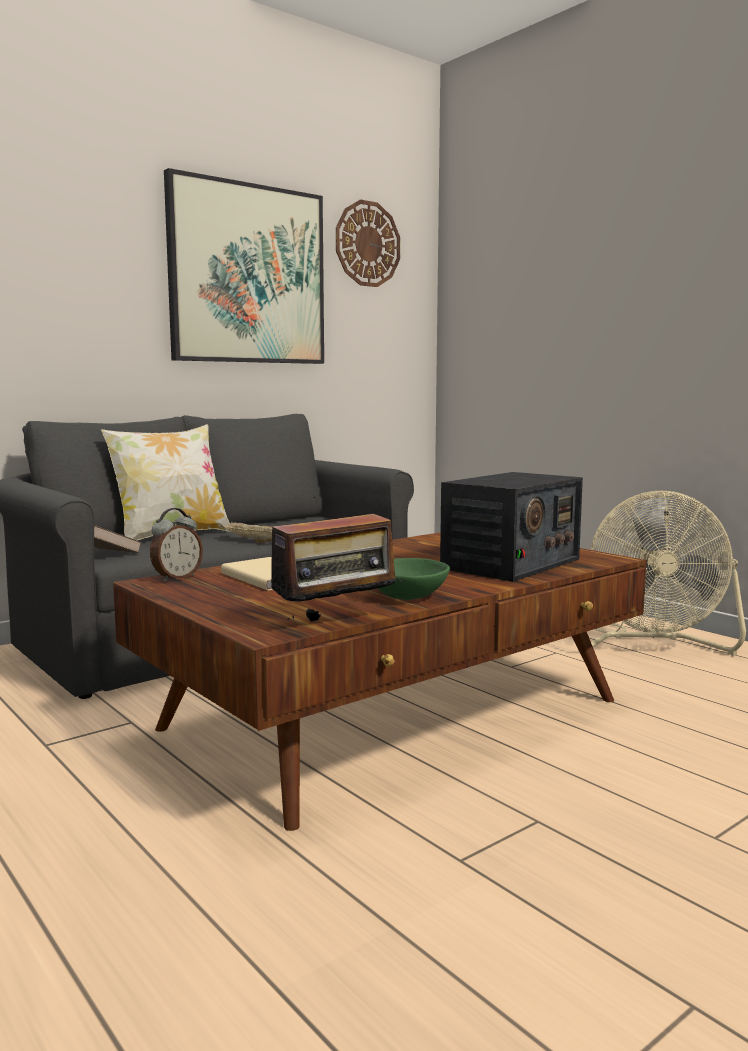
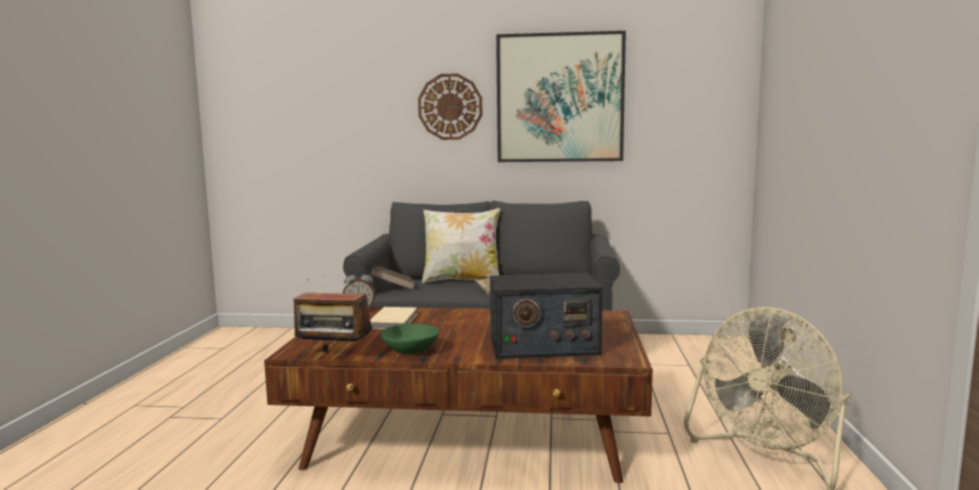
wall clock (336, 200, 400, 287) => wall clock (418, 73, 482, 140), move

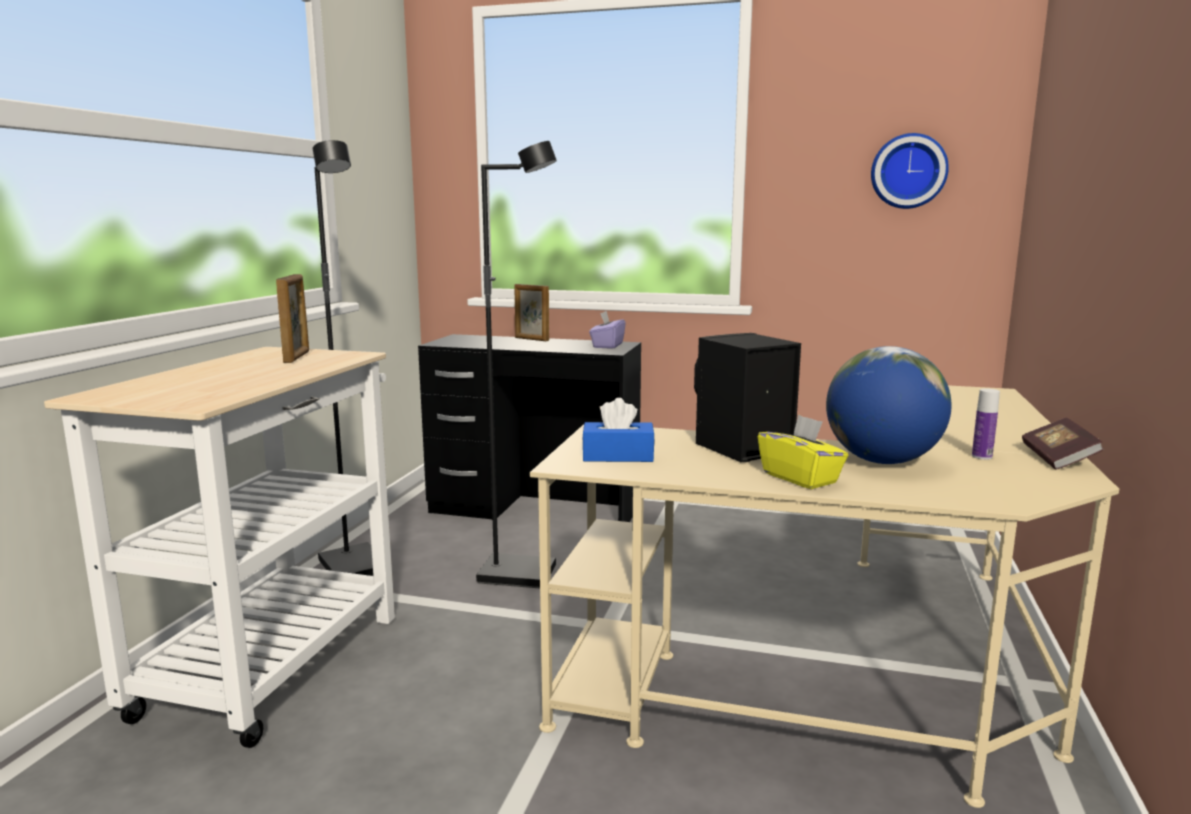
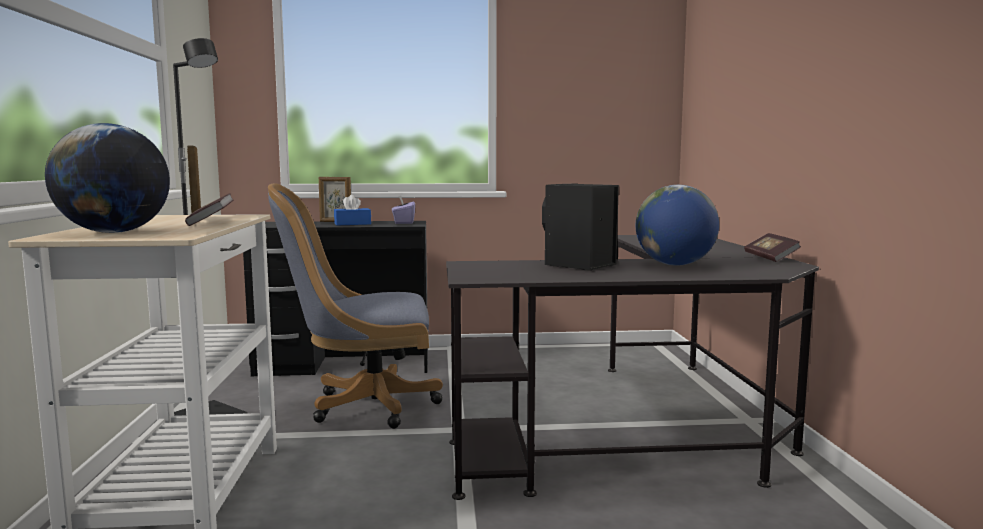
nothing => globe (45, 123, 170, 233)
nothing => book (185, 193, 234, 226)
black floor lamp (476, 141, 557, 589) => blue office chair (268, 183, 443, 429)
blue tissue box (582, 398, 655, 462) => blue tissue box (334, 195, 371, 225), move
beige desk (530, 385, 1119, 808) => black desk (446, 235, 819, 500)
yellow tissue box (758, 414, 848, 489) => nothing
wall clock (871, 133, 949, 209) => nothing
bottle (972, 388, 1000, 460) => nothing

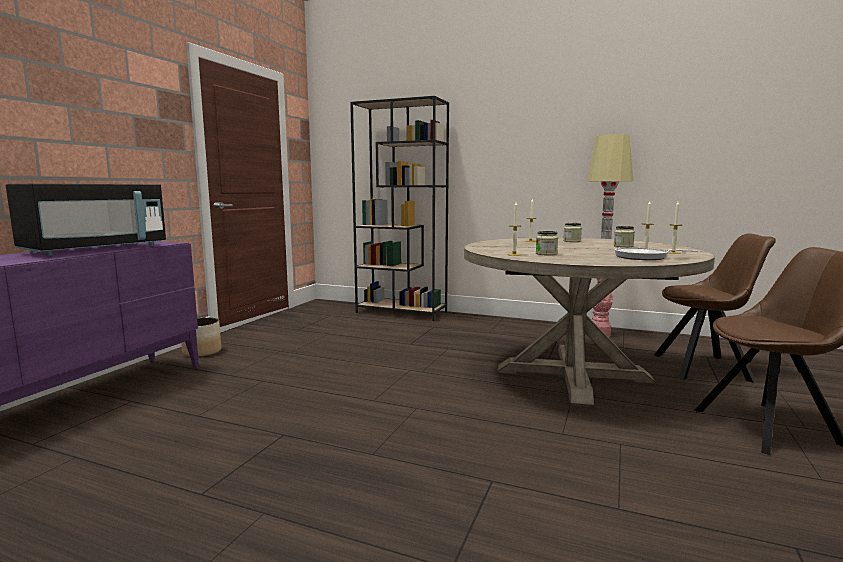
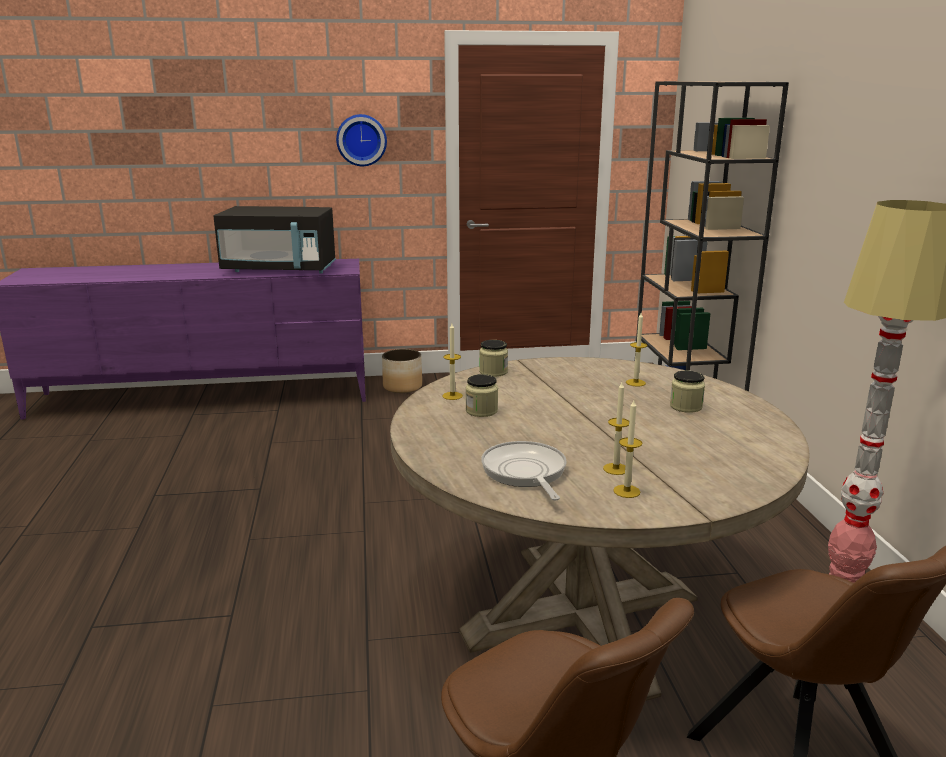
nothing => wall clock (336, 114, 387, 166)
jar (614, 226, 635, 247) => jar (479, 340, 508, 377), move

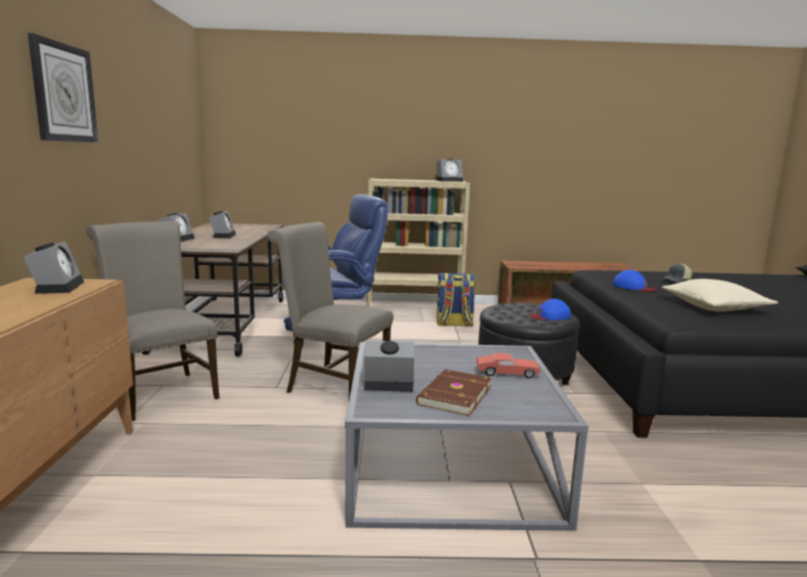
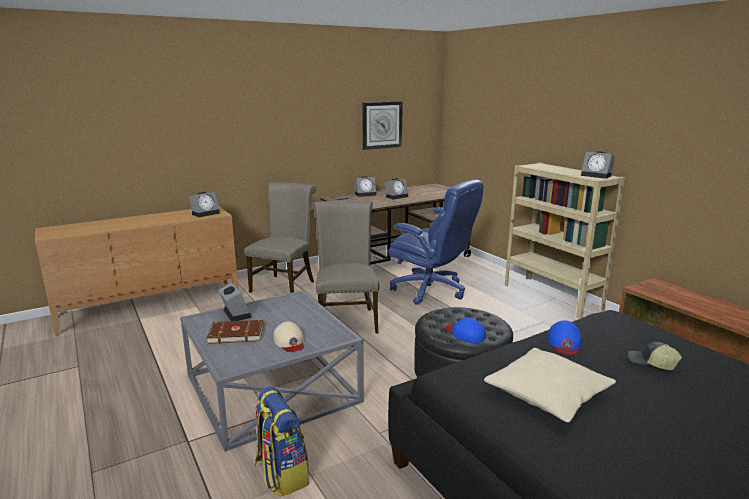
backpack (437, 273, 476, 326) => backpack (255, 386, 309, 497), move
red toy car (476, 353, 540, 378) => beige cap (274, 321, 304, 352)
wall clock (28, 33, 98, 143) => wall clock (362, 101, 403, 150), move

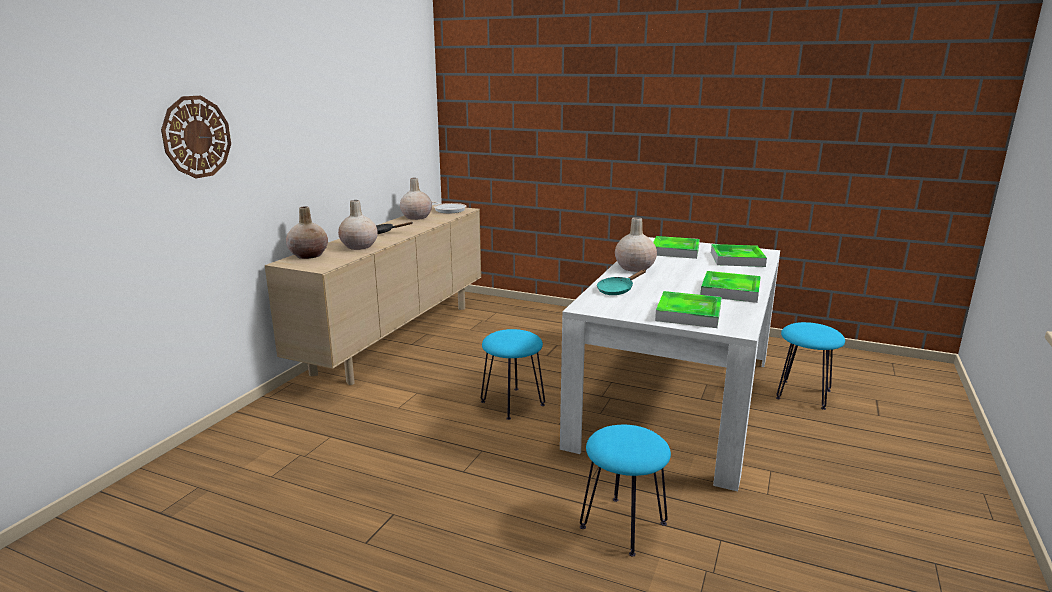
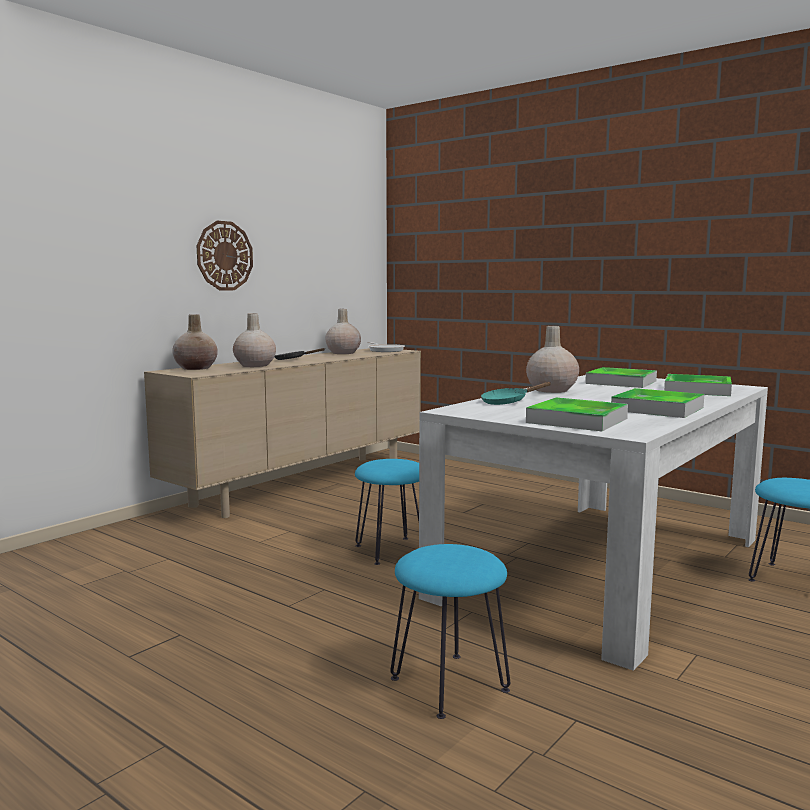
wall clock (161, 96, 231, 178) => wall clock (197, 221, 253, 290), move

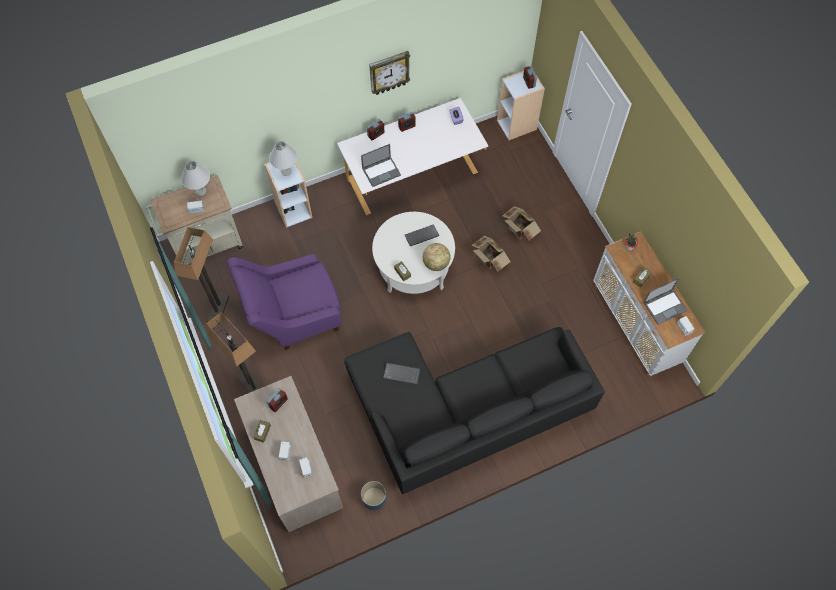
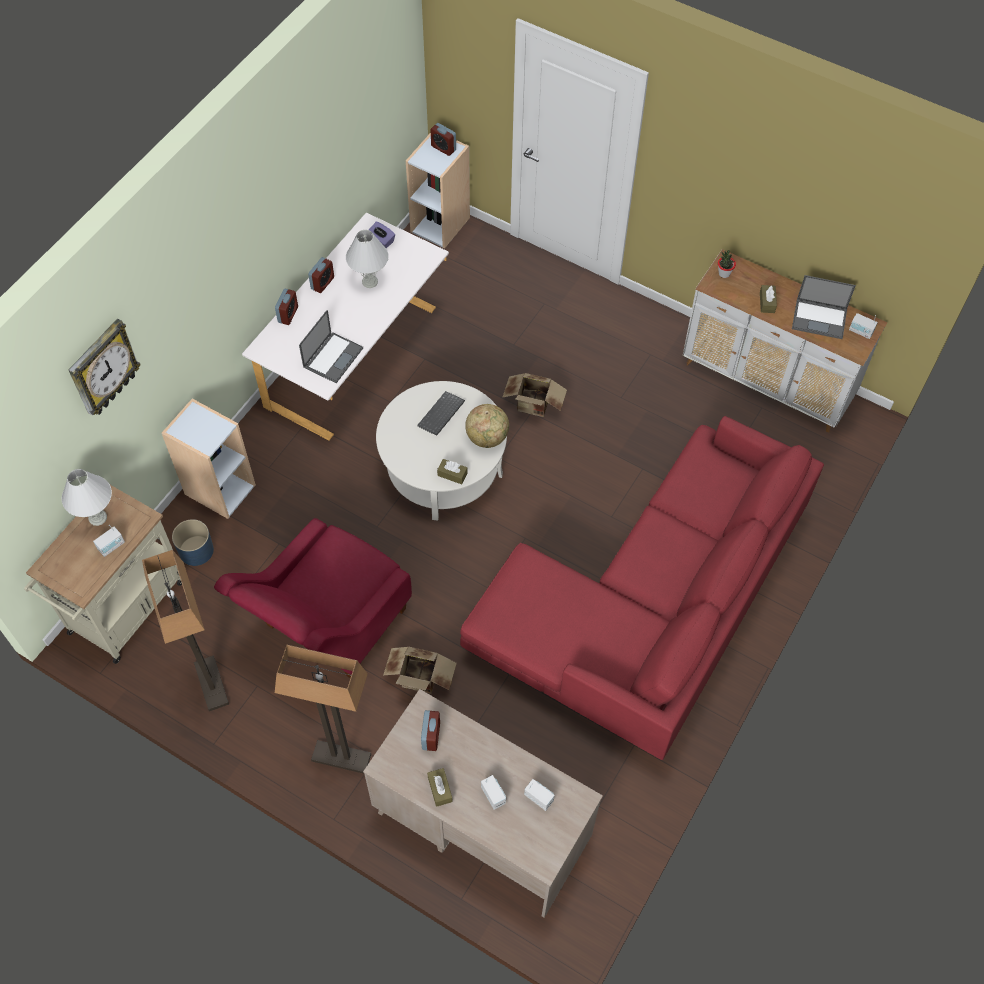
wall clock (369, 51, 410, 95) => wall clock (69, 319, 140, 415), move
blue planter (361, 481, 386, 511) => blue planter (172, 519, 214, 566), move
purple armchair (226, 254, 342, 350) => red armchair (214, 518, 412, 678)
white table lamp (269, 141, 297, 176) => white table lamp (346, 230, 389, 288), move
cardboard box (503, 206, 541, 241) => cardboard box (384, 646, 457, 694), move
black sofa (344, 327, 605, 494) => red sofa (460, 416, 824, 760)
laptop (644, 278, 688, 325) => laptop (792, 275, 856, 339), 75 degrees clockwise
keyboard (383, 363, 420, 384) => nothing

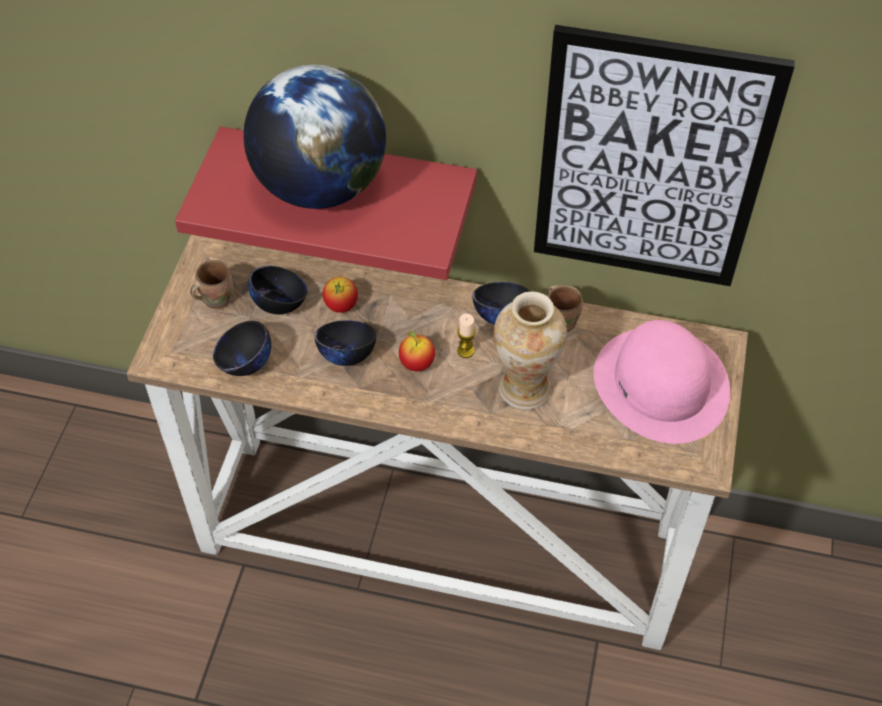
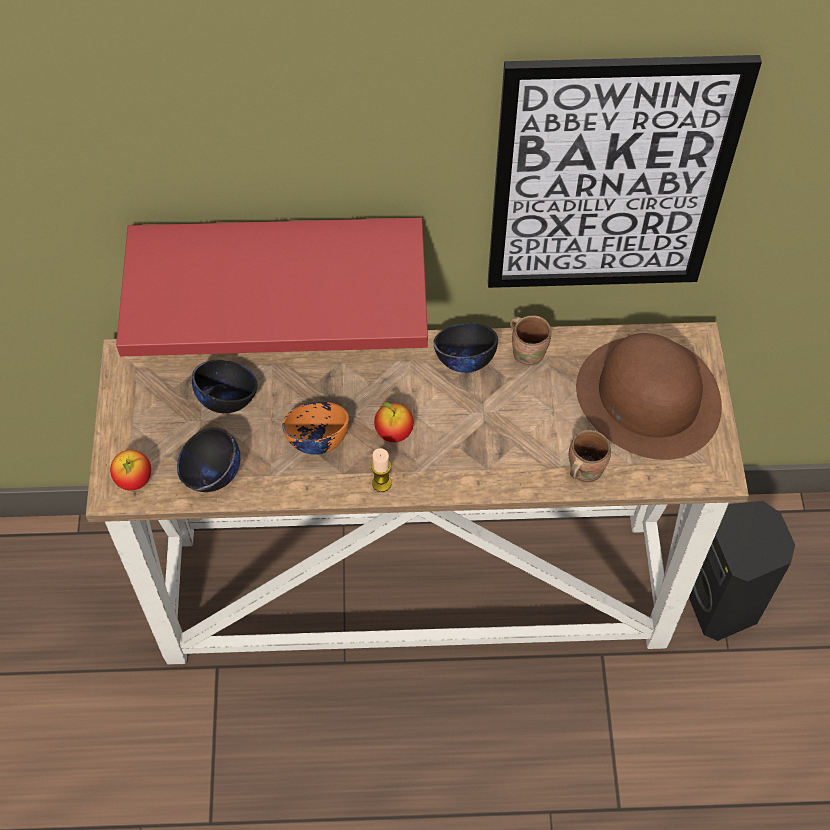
apple (323, 276, 358, 313) => apple (110, 450, 151, 491), move
black bowl (315, 320, 376, 366) => orange bowl (282, 402, 349, 455)
candle (457, 313, 476, 358) => candle (371, 448, 392, 492), move
brown mug (190, 260, 233, 310) => brown mug (569, 430, 611, 483), move
pink hat (594, 320, 730, 444) => brown hat (576, 333, 722, 460)
nothing => black speaker (689, 501, 795, 641)
globe (243, 65, 386, 209) => nothing
vase (494, 292, 567, 410) => nothing

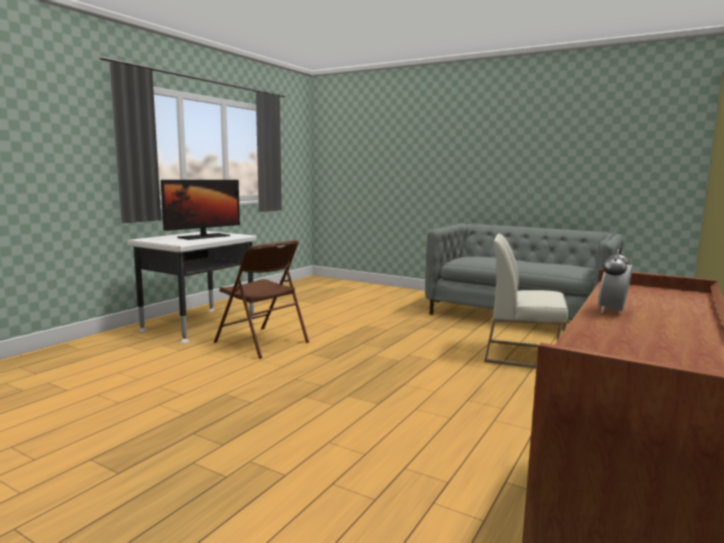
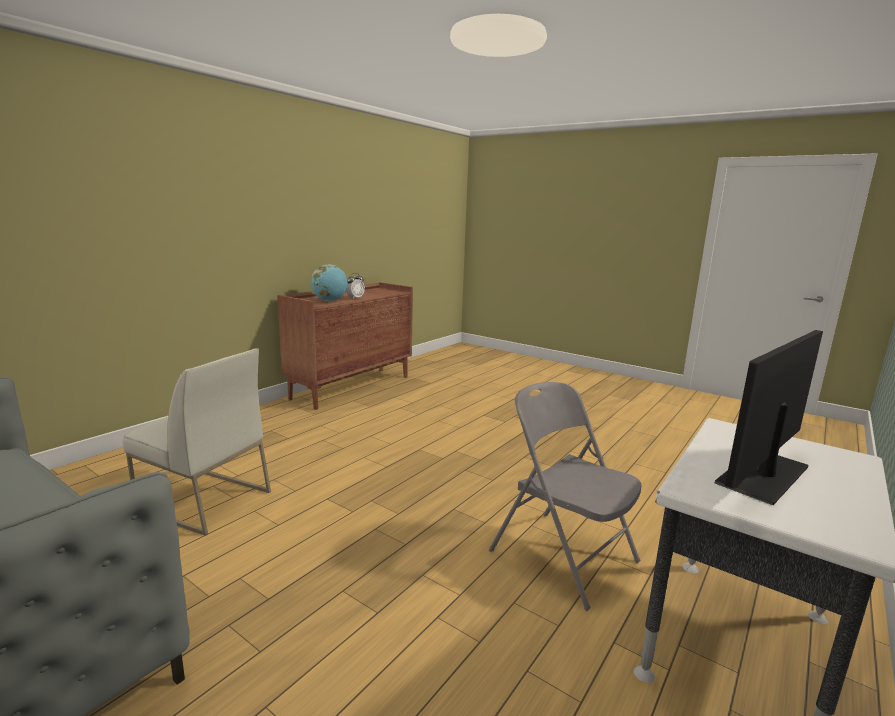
nothing => globe (311, 264, 347, 301)
brown chair (214, 240, 309, 359) => grey chair (489, 382, 641, 611)

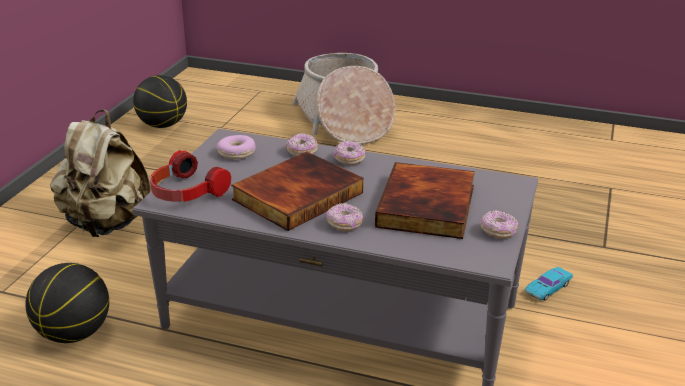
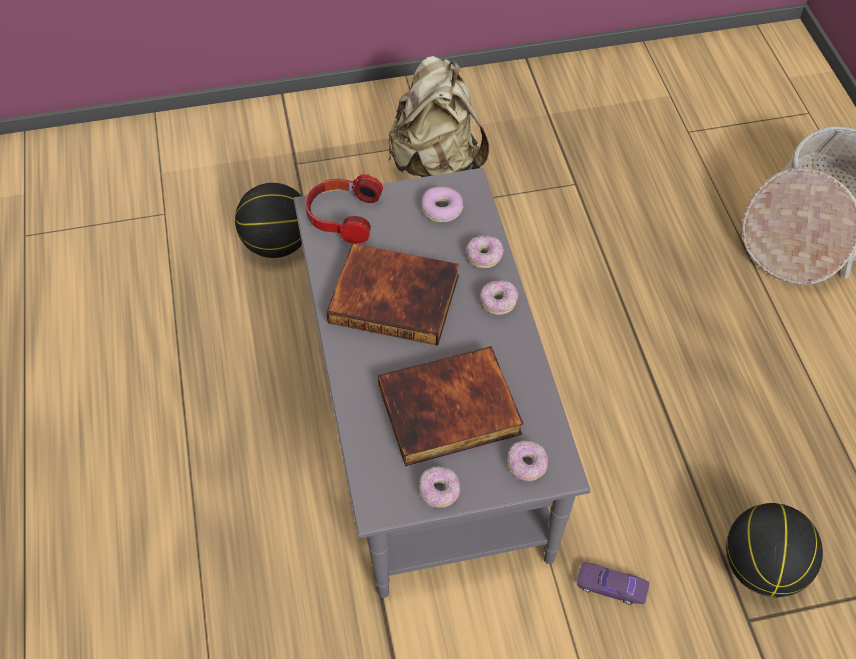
donut (326, 203, 363, 231) => donut (507, 440, 548, 481), move
turquoise toy car (525, 267, 573, 301) => purple toy car (577, 562, 650, 605)
basketball (133, 75, 187, 128) => basketball (726, 503, 823, 598), move

